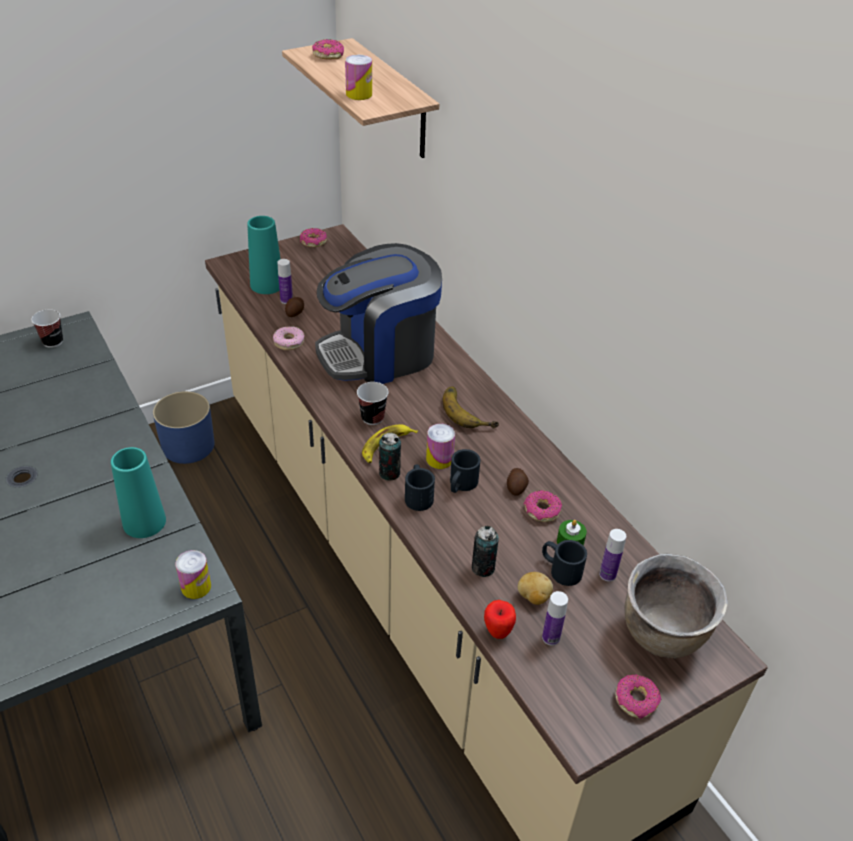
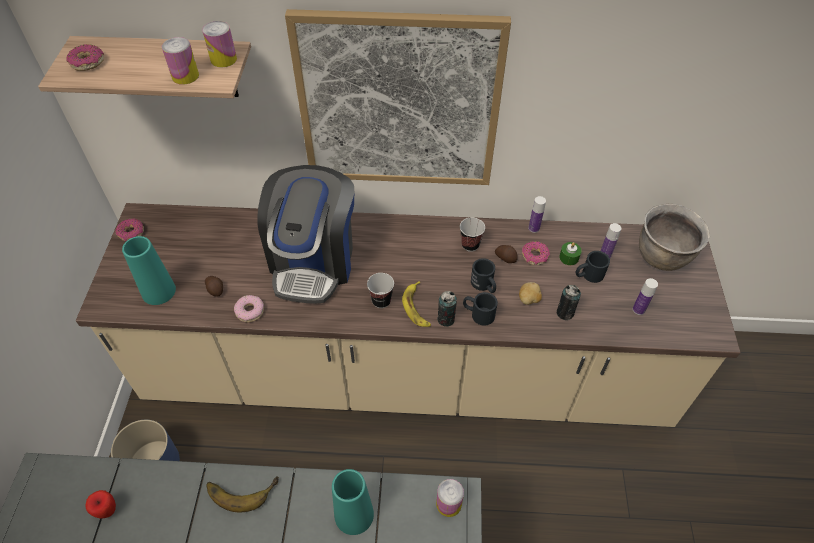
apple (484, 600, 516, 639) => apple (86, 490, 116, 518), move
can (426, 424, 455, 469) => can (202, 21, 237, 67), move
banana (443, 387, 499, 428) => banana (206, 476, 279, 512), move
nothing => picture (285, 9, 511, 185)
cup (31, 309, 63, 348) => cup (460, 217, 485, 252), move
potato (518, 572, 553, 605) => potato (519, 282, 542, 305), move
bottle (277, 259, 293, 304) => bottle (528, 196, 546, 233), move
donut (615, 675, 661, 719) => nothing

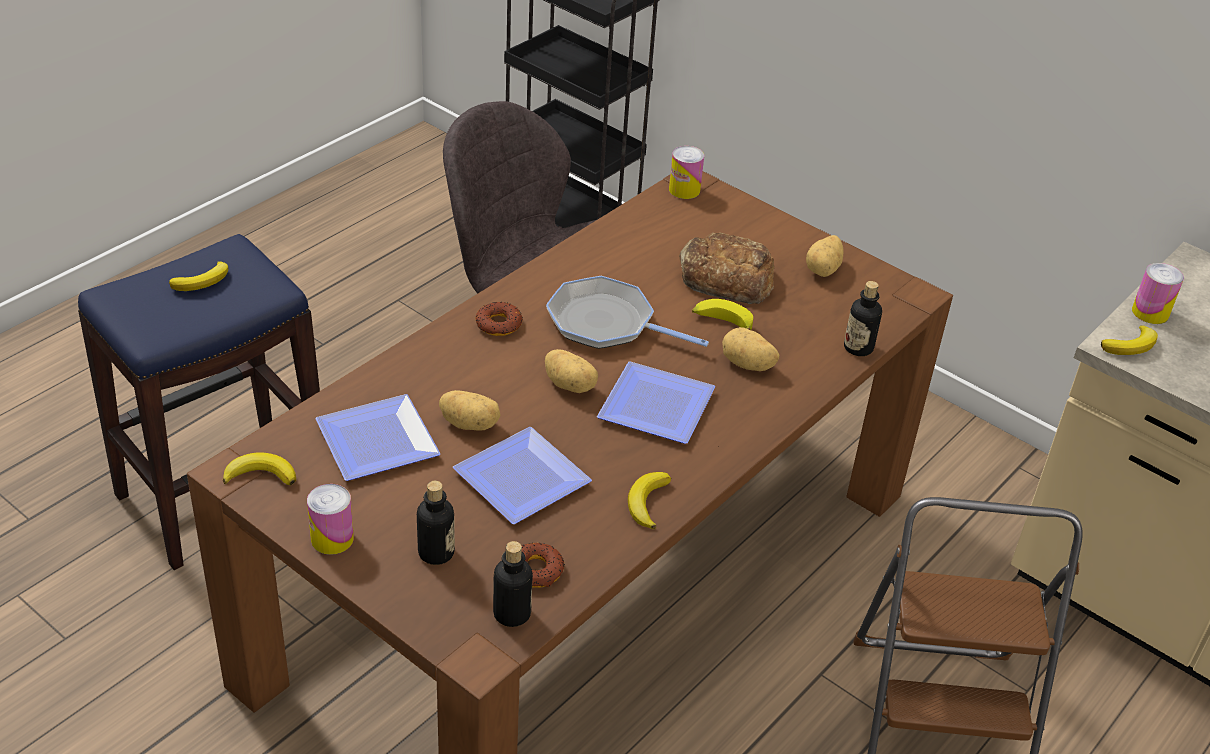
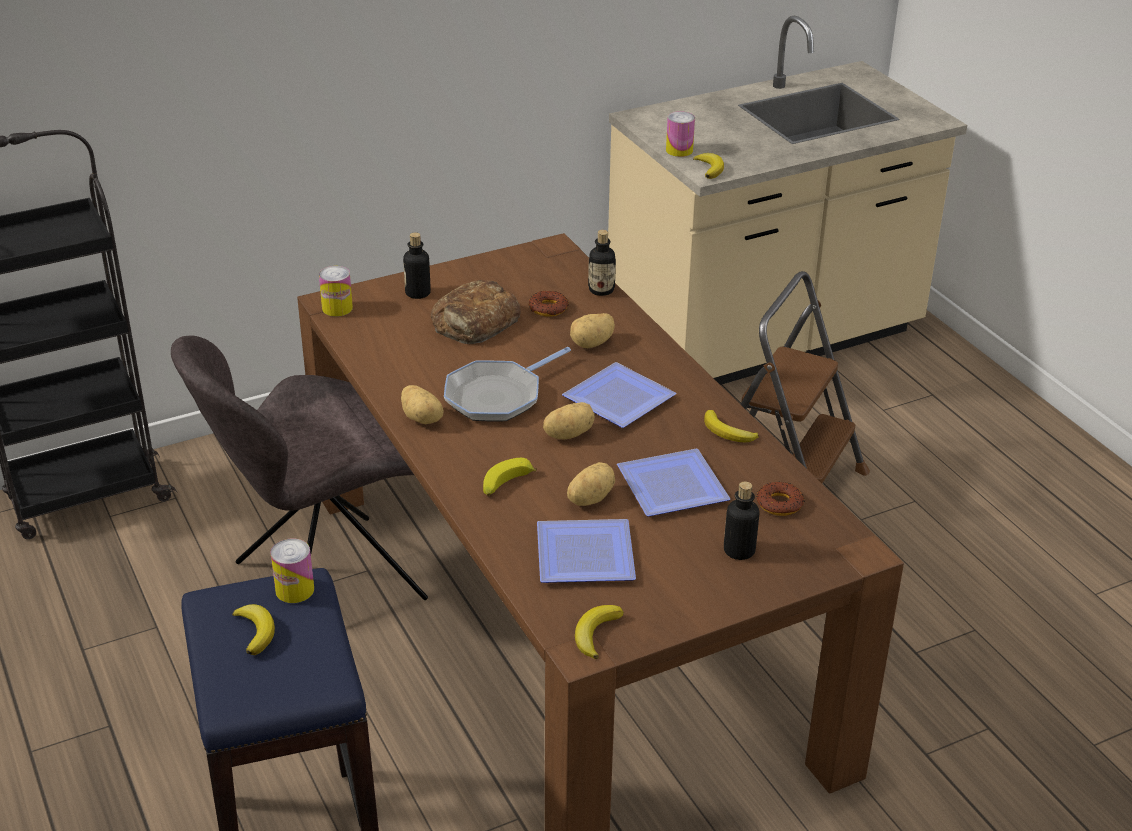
can (307, 484, 354, 555) => can (270, 539, 314, 603), move
potato (806, 235, 844, 277) => potato (401, 385, 444, 424), move
bottle (493, 541, 533, 627) => bottle (403, 232, 431, 299), move
banana (692, 299, 753, 330) => banana (483, 458, 537, 496), move
donut (476, 302, 523, 336) => donut (529, 291, 569, 316), move

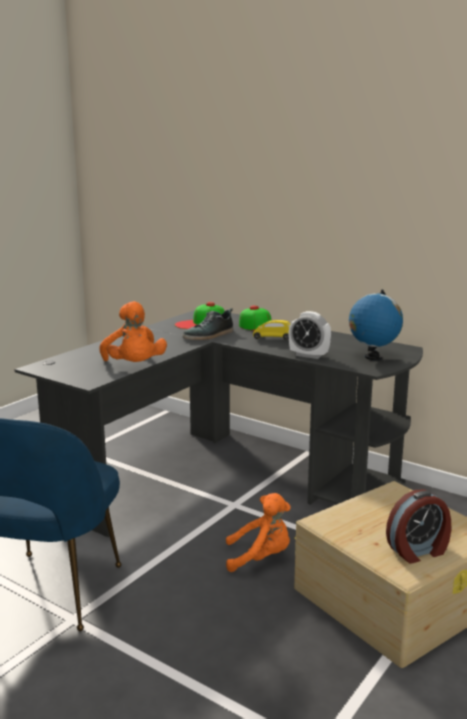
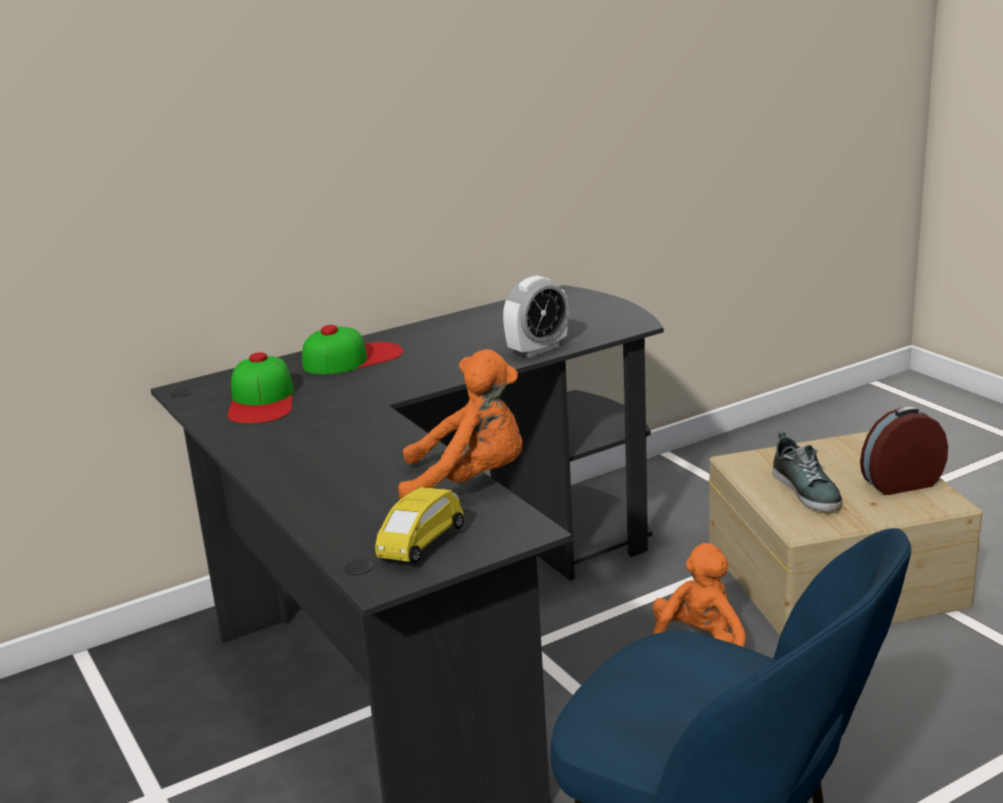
yellow toy car (253, 320, 291, 340) => yellow toy car (375, 487, 464, 563), move
shoe (182, 308, 233, 340) => shoe (773, 432, 842, 512), move
alarm clock (386, 490, 451, 564) => alarm clock (860, 407, 948, 495), 105 degrees counterclockwise
globe (349, 290, 403, 360) => nothing

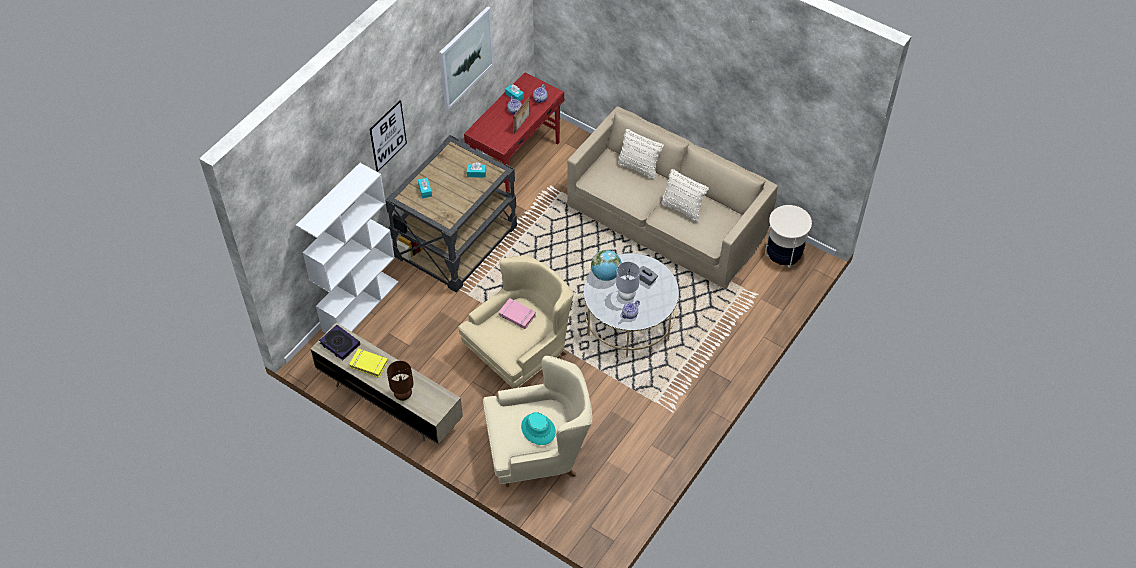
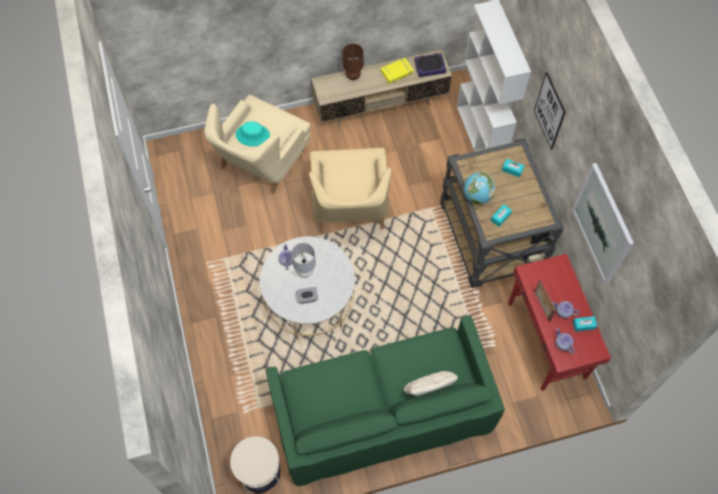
beige sofa (567, 106, 778, 289) => green sofa (266, 316, 505, 486)
globe (591, 250, 622, 281) => globe (464, 172, 496, 204), move
pink book (499, 298, 536, 329) => nothing
beige pillow (661, 169, 709, 222) => nothing

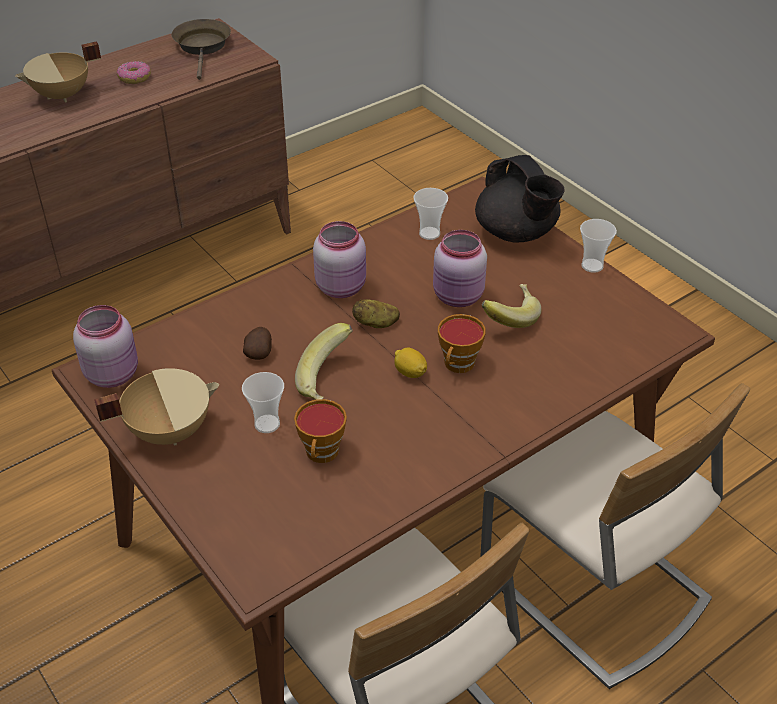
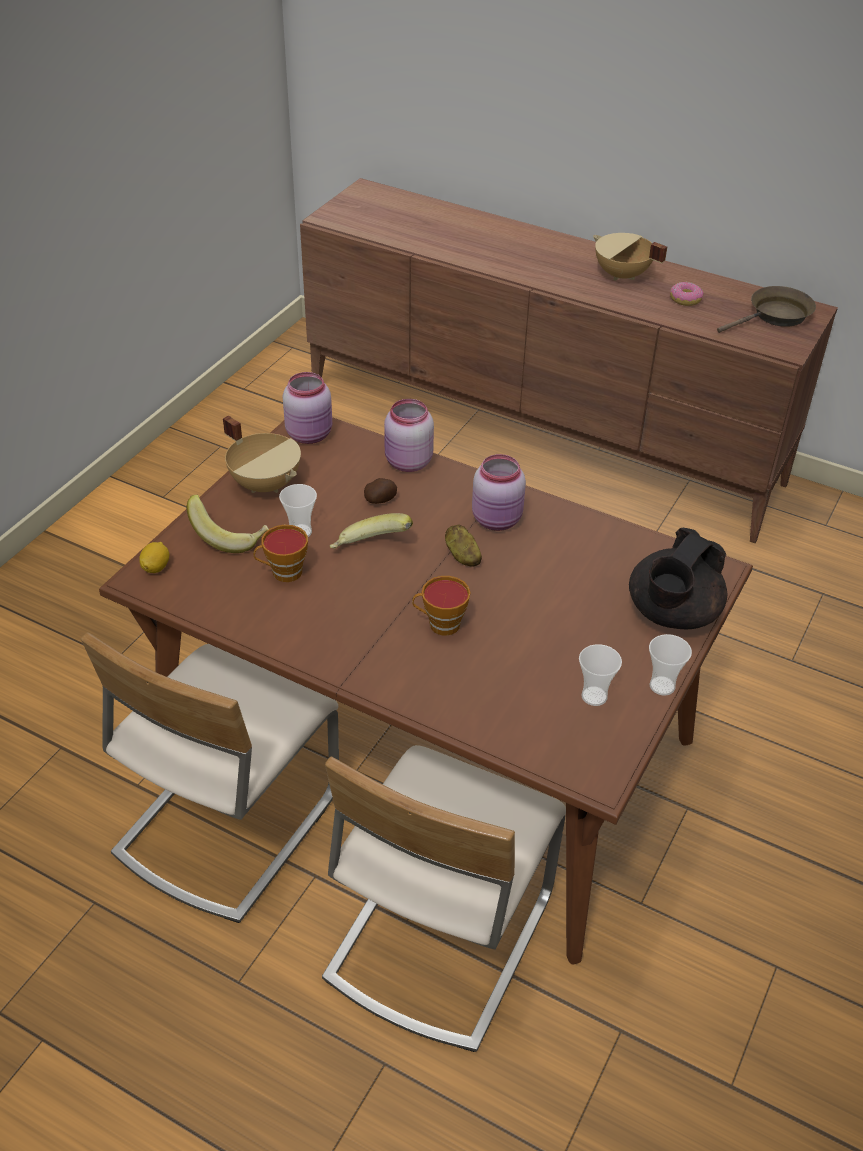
lemon (394, 348, 427, 378) => lemon (139, 542, 170, 573), move
banana (482, 284, 541, 328) => banana (186, 494, 269, 553), move
pink jar (433, 230, 487, 307) => pink jar (384, 399, 434, 472), move
cup (413, 188, 448, 240) => cup (579, 644, 622, 706), move

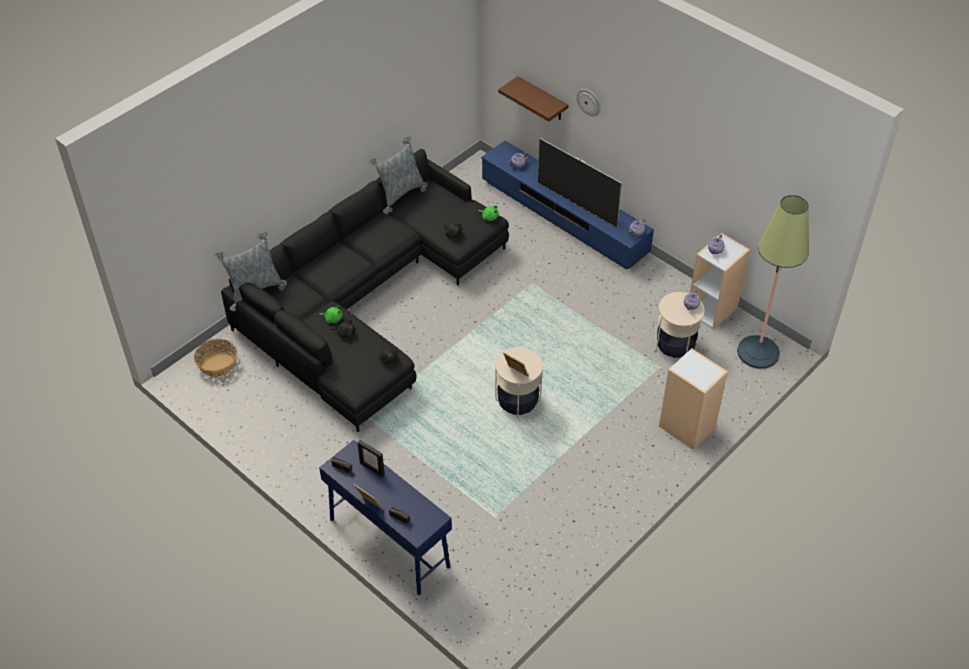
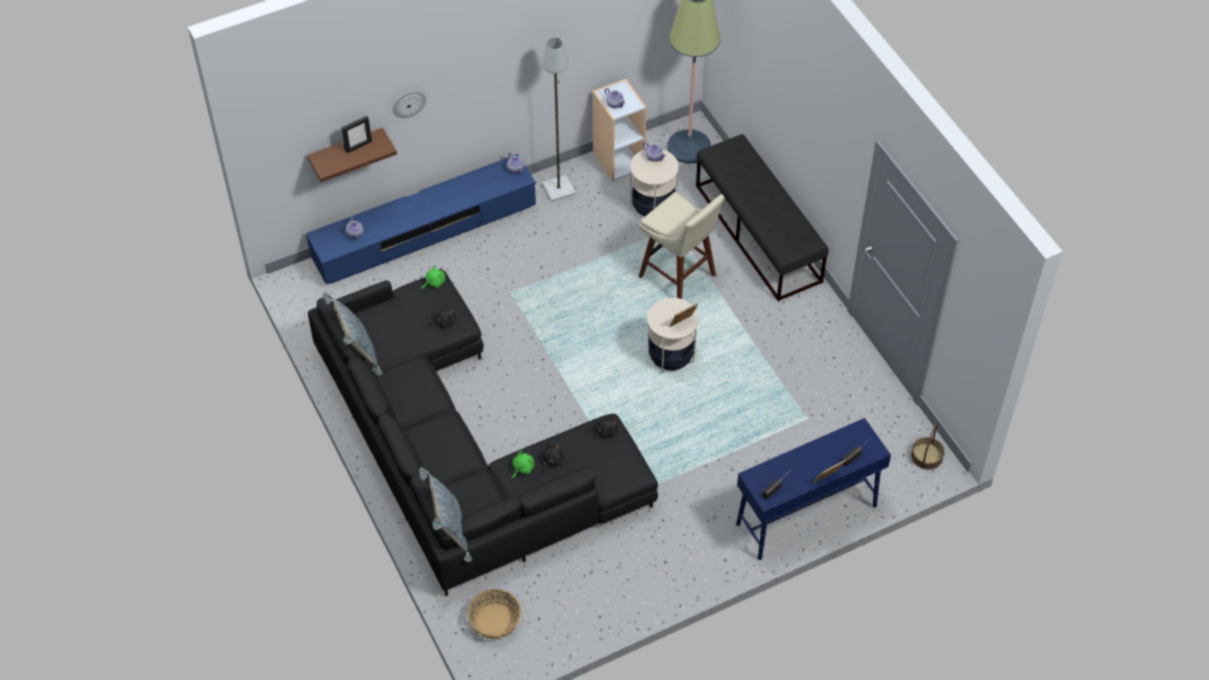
picture frame (357, 440, 385, 477) => picture frame (342, 116, 372, 153), move
nothing => grey floor lamp (542, 37, 576, 202)
nothing => beige stool (638, 192, 724, 299)
bookcase (659, 348, 728, 450) => black bench (696, 134, 828, 301)
nothing => basket (911, 422, 945, 470)
television (537, 138, 622, 227) => nothing

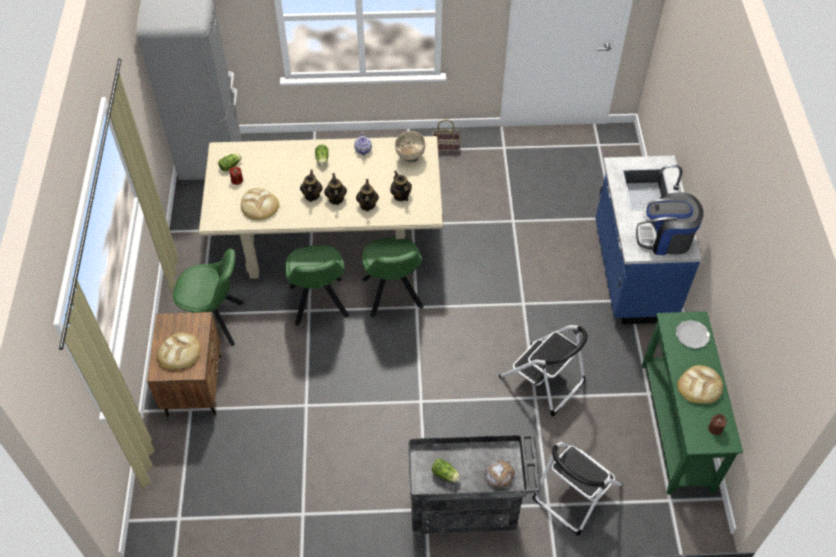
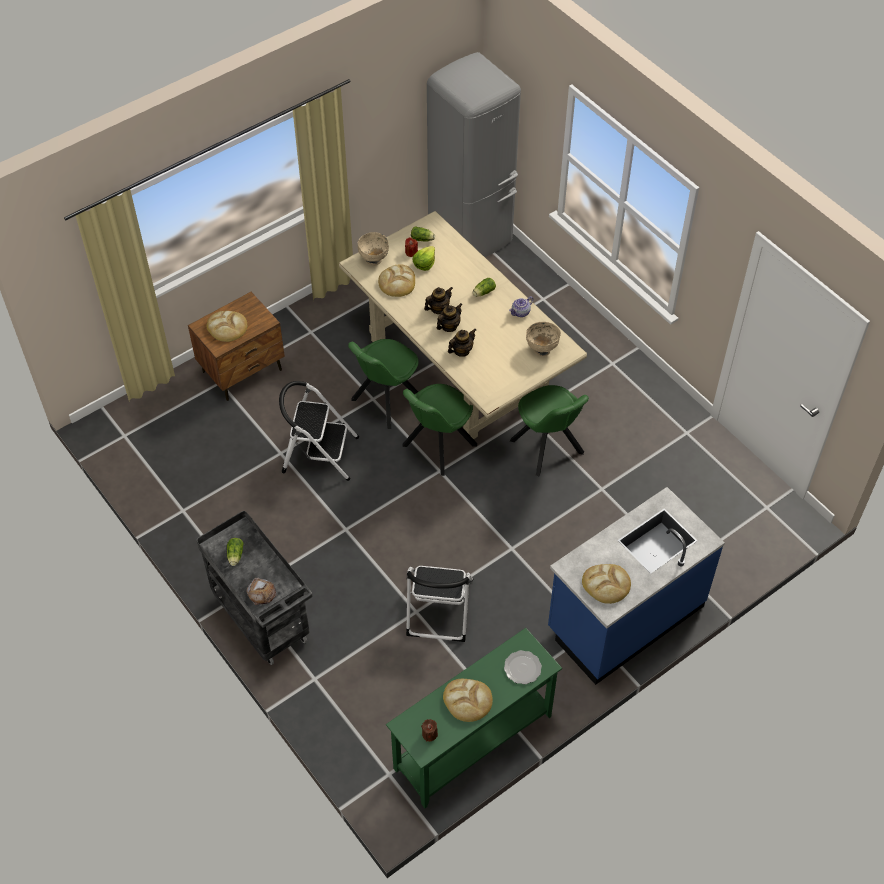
step ladder (532, 442, 623, 536) => step ladder (279, 381, 359, 481), move
nothing => beige bowl (358, 232, 389, 265)
nothing => lettuce (413, 246, 435, 271)
green chair (173, 249, 244, 346) => green chair (510, 385, 589, 476), move
coffee machine (636, 192, 704, 255) => bread (582, 564, 631, 604)
teapot (390, 171, 412, 201) => nothing
basket (432, 119, 460, 152) => nothing

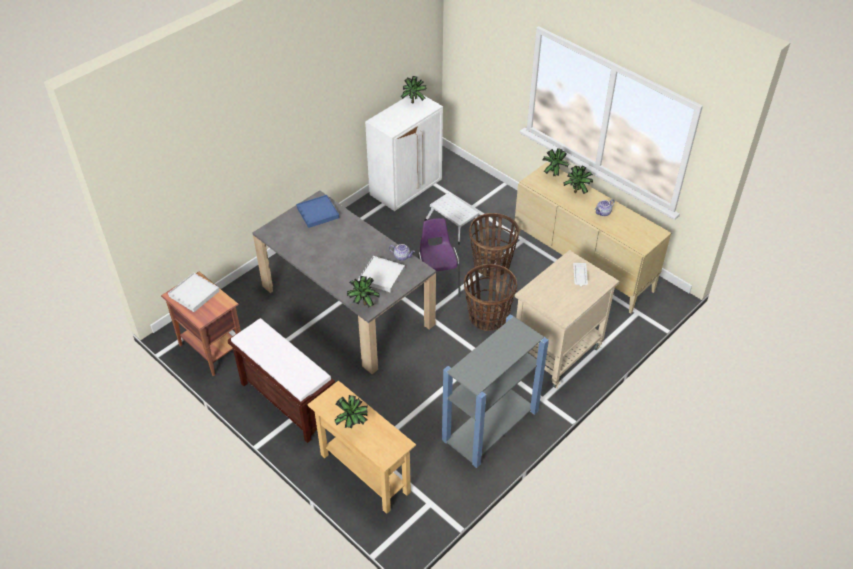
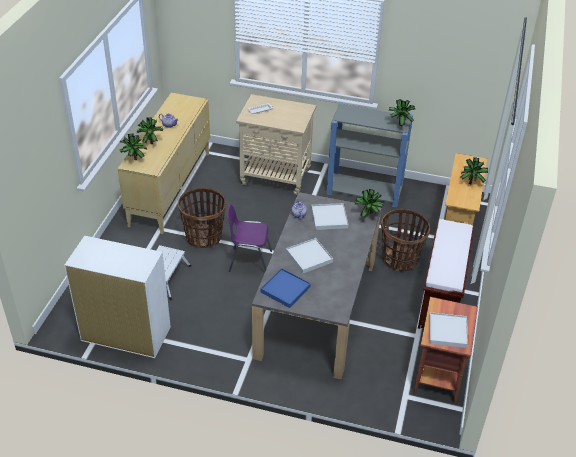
purple chair (418, 218, 461, 302) => purple chair (227, 204, 272, 272), 45 degrees clockwise
nothing => white tray (286, 238, 333, 273)
basket (464, 264, 517, 331) => basket (381, 209, 430, 272), move
potted plant (401, 76, 427, 103) => potted plant (389, 99, 415, 126), move

